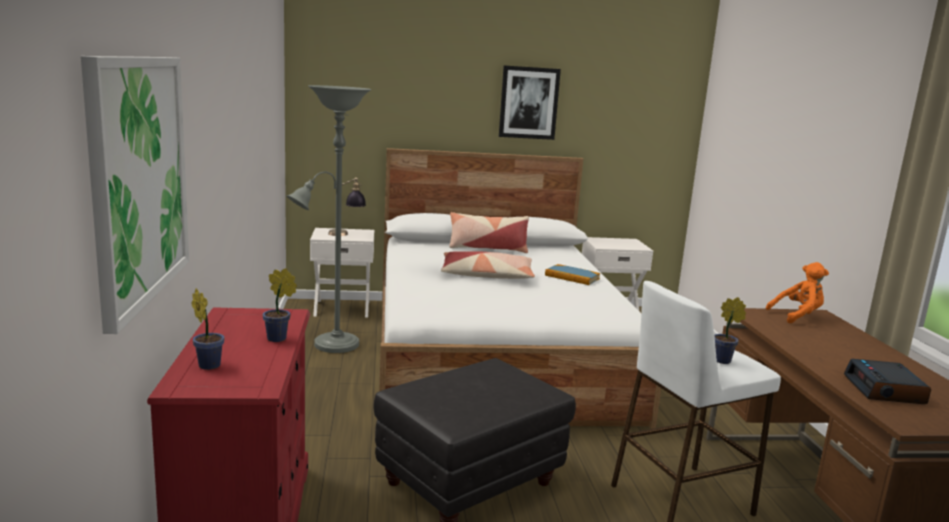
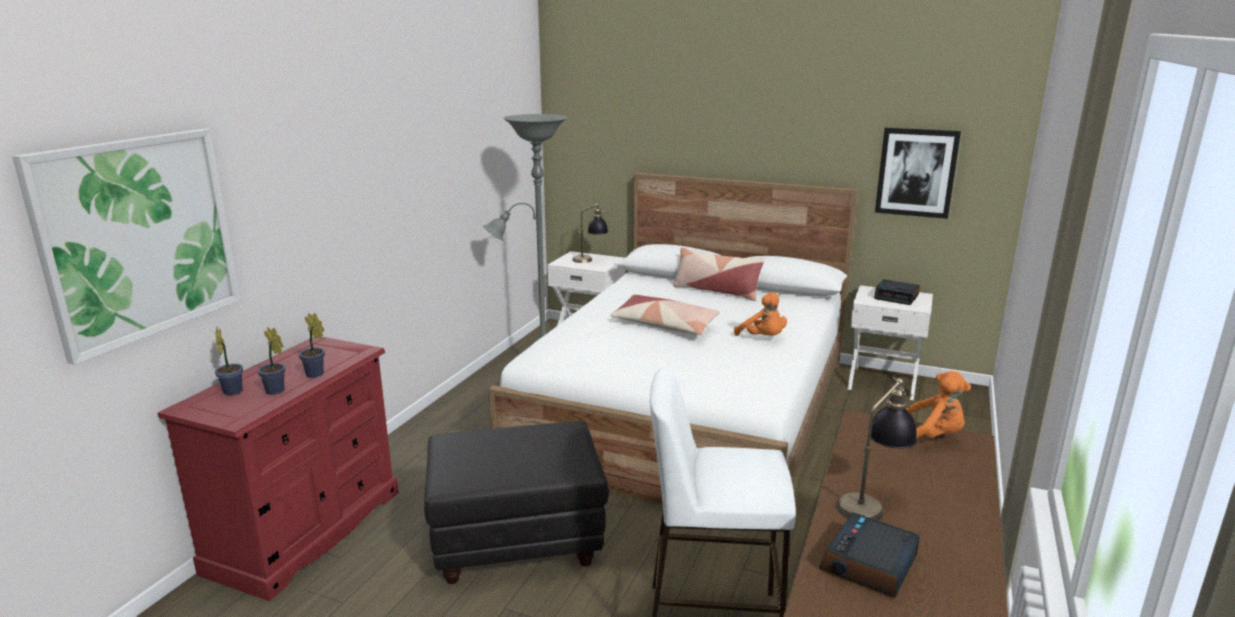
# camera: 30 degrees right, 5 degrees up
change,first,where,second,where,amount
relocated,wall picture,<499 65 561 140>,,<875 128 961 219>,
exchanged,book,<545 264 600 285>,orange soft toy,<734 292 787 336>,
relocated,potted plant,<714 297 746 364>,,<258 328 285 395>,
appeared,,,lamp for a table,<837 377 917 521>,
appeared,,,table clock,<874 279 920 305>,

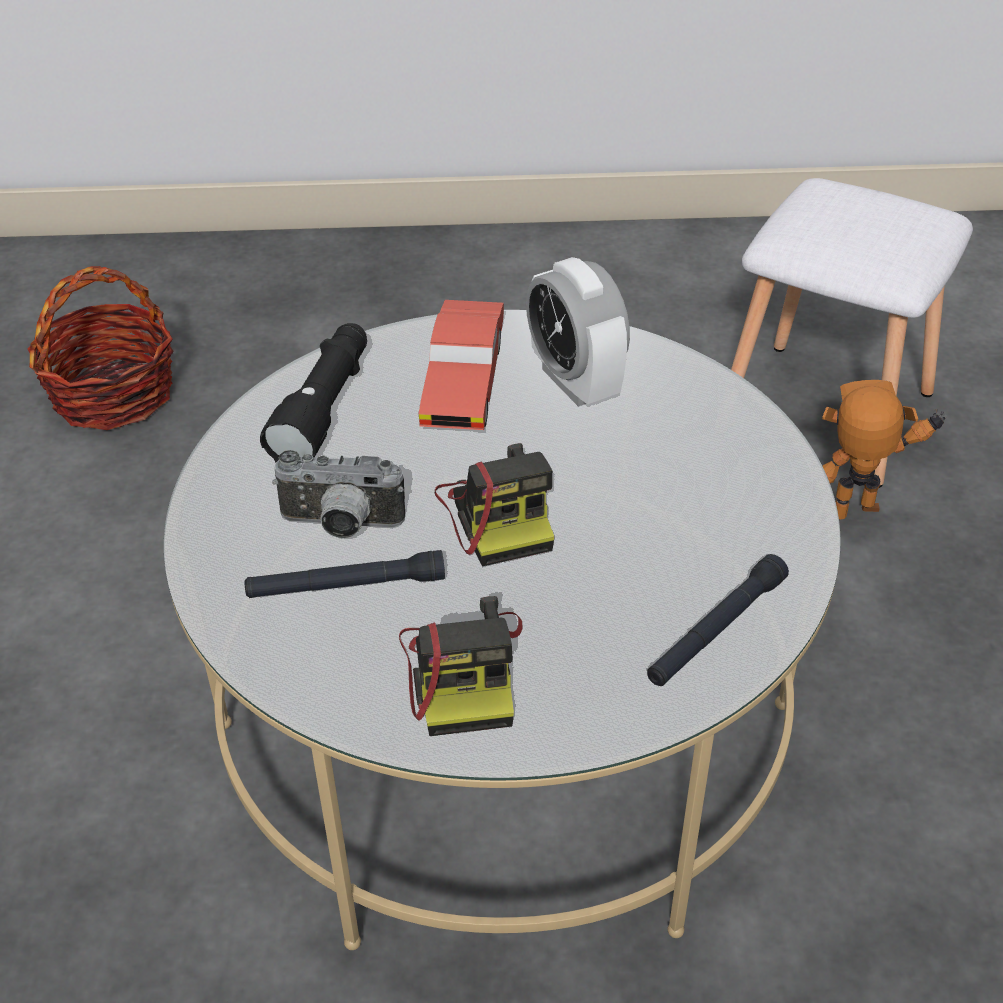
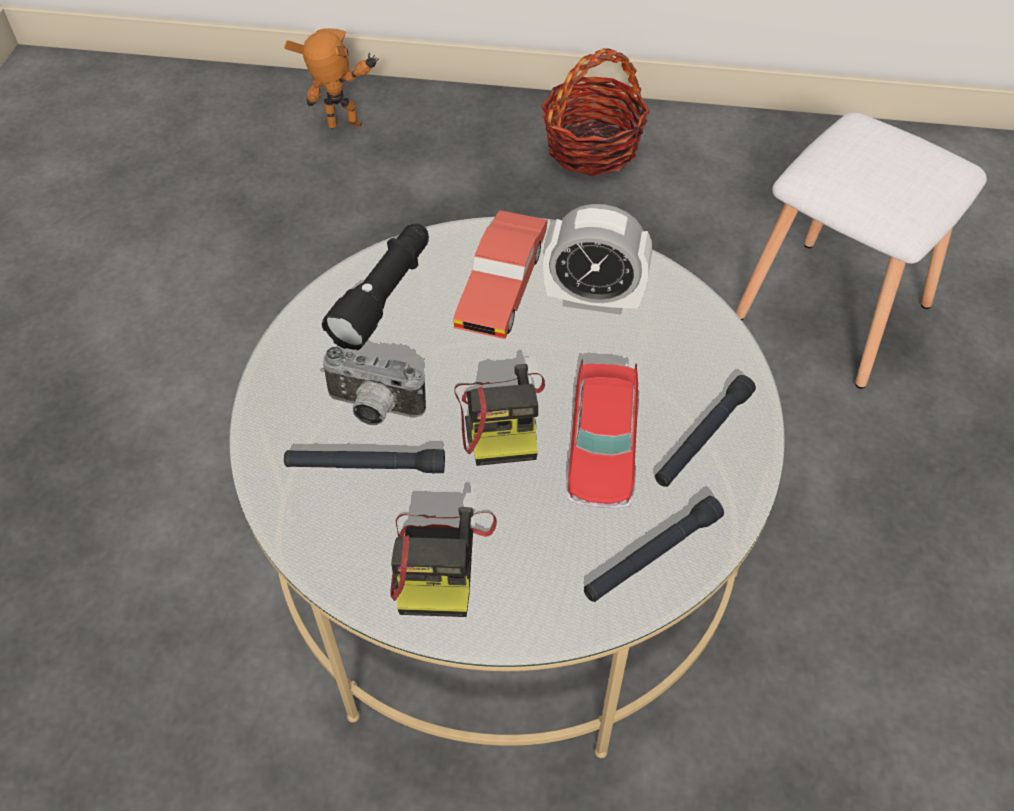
# camera: 10 degrees right, 10 degrees up
change,first,where,second,where,amount
relocated,basket,<28 266 174 430>,,<541 48 650 176>,
spun,table clock,<526 257 630 407>,,<543 204 652 315>,60 degrees counterclockwise
relocated,toy robot,<822 380 948 520>,,<284 28 379 129>,
appeared,,,toy car,<566 359 639 509>,
appeared,,,blackish hand torch,<655 375 756 487>,

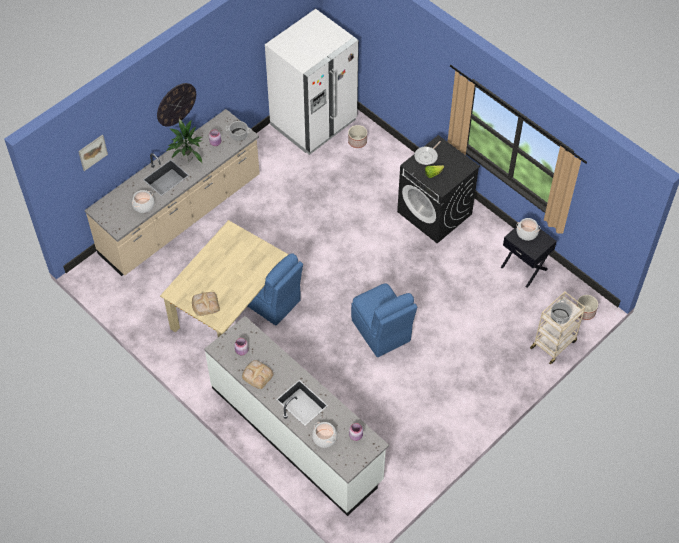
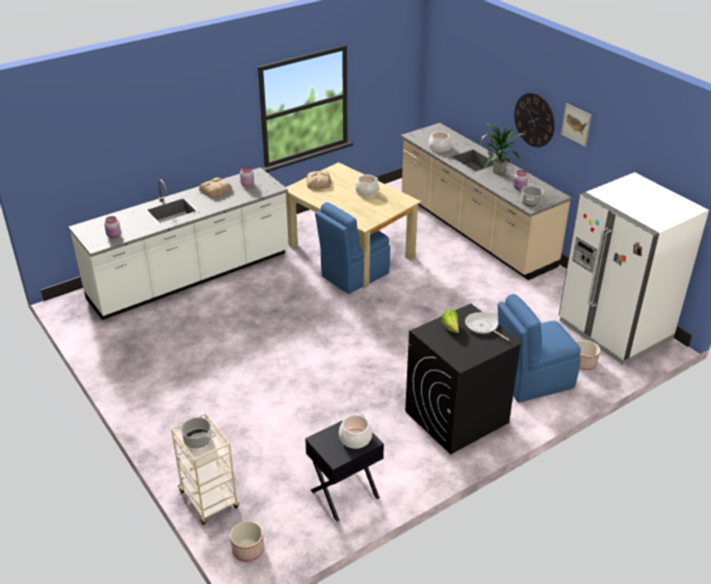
# camera: 100 degrees right, 20 degrees down
change,first,where,second,where,amount
relocated,wall picture,<78 134 108 171>,,<561 103 592 147>,
relocated,saucepot,<312 422 337 448>,,<355 175 379 197>,
relocated,blue-coloured chair,<351 283 417 357>,,<498 294 581 402>,

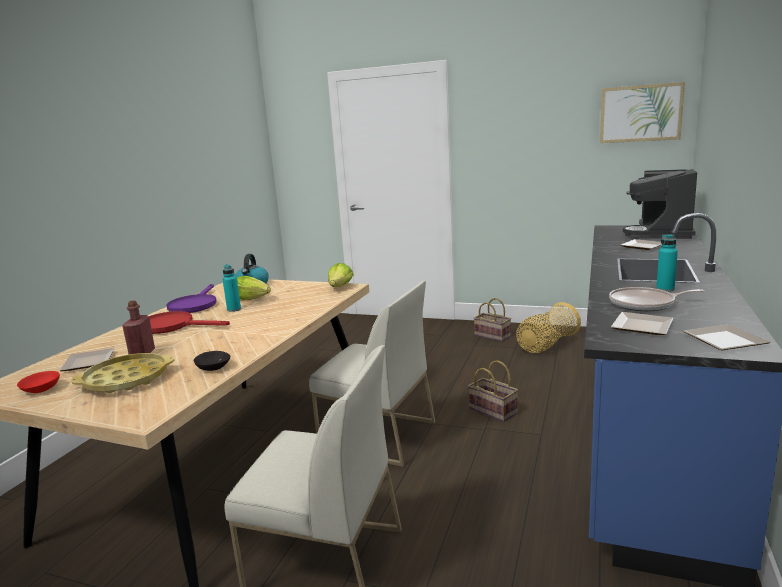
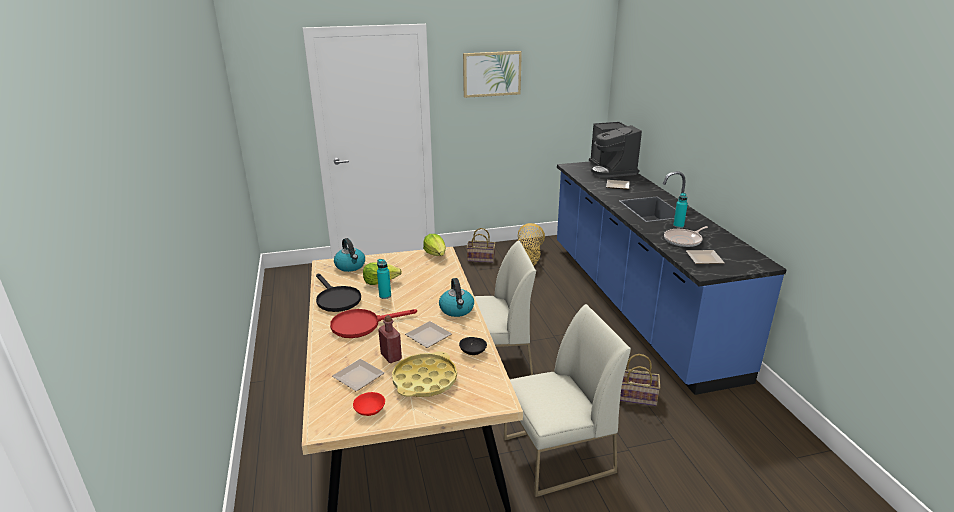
# camera: 35 degrees left, 10 degrees up
change,first,where,second,where,amount
colour,purple pan,<166 284 217 313>,blackish pan,<316 273 361 312>,
relocated,basket,<468 360 518 422>,,<620 354 660 406>,
relocated,wall picture,<600 82 685 143>,,<463 51 522 98>,
relocated,dinner plate,<683 324 770 350>,,<405 321 452 348>,
appeared,,,water kettle,<439 278 474 317>,

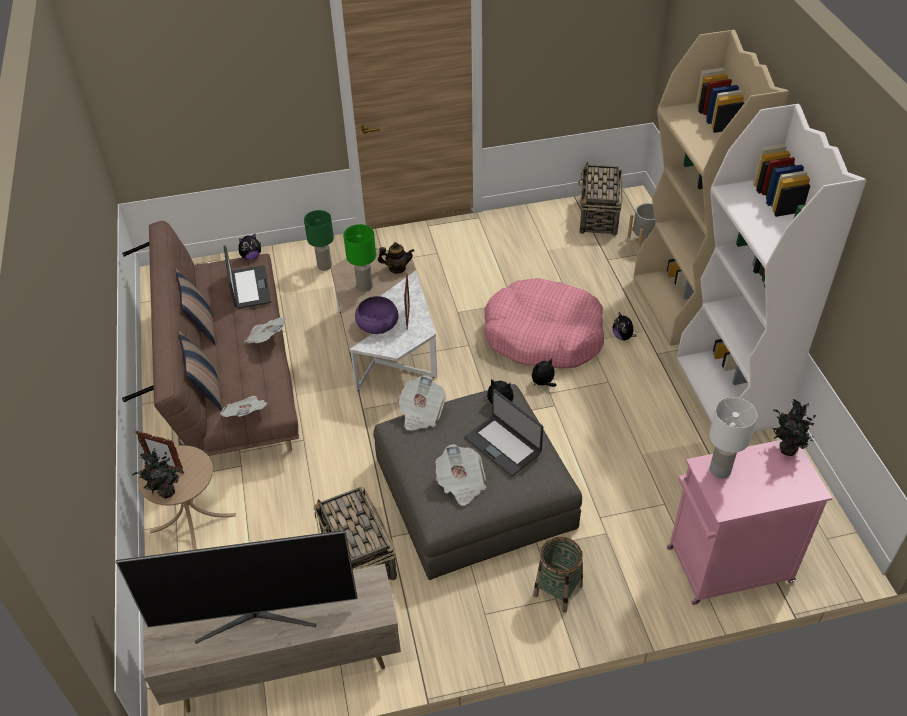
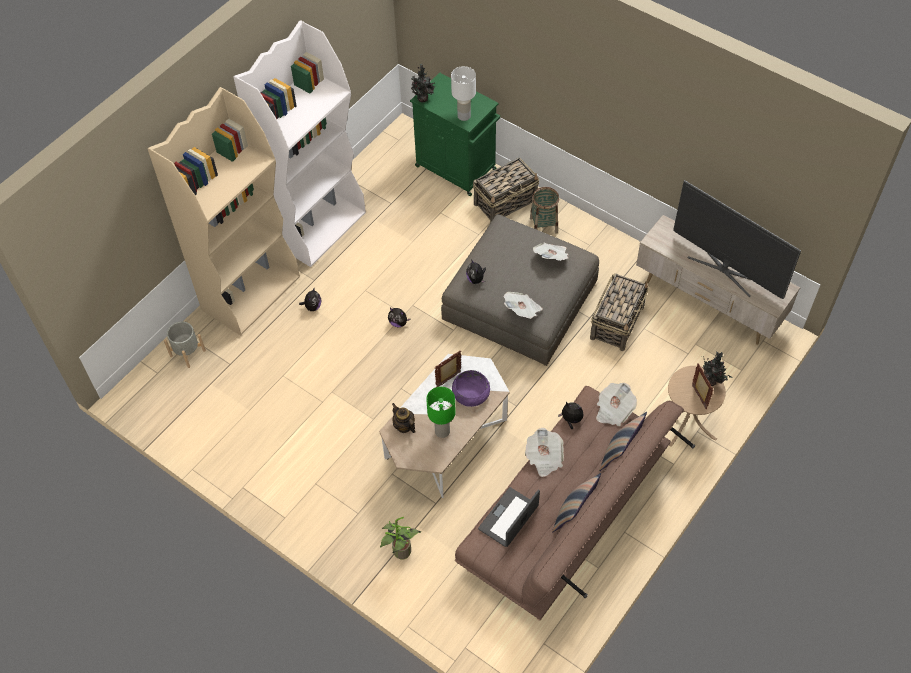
# camera: 130 degrees left, 10 degrees up
change,first,where,second,where,amount
relocated,soft toy,<239 234 261 260>,,<558 402 583 430>,
exchanged,green lamp for a table,<304 210 334 271>,potted plant,<380 517 421 560>,
missing,portable computer,<464 389 543 476>,,,
missing,pink-coloured pet bed,<484 278 604 369>,,,
relocated,basket,<578 162 623 236>,,<473 157 539 223>,
colour,pink-coloured cabinet,<667 440 832 605>,green cabinet,<410 72 500 196>,

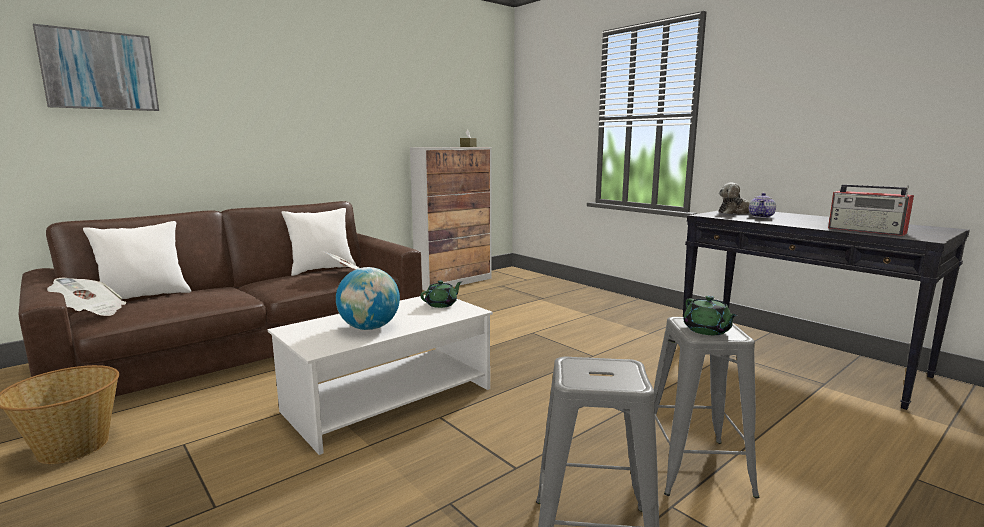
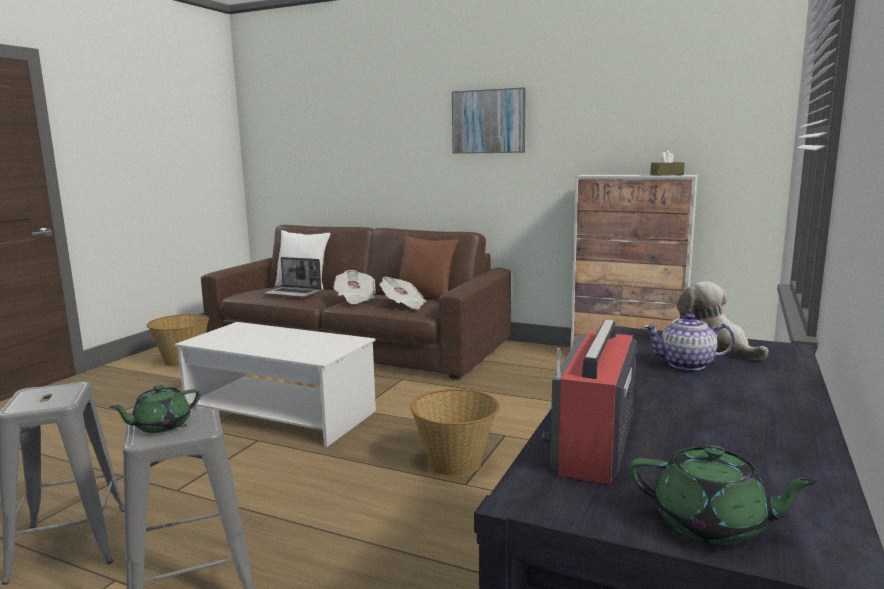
# camera: 65 degrees right, 0 degrees up
change,first,where,second,where,amount
relocated,wall picture,<33 24 159 111>,,<452 87 526 154>,
relocated,newspaper,<47 278 126 316>,,<333 270 376 304>,
colour,white-coloured cushion,<282 208 356 276>,brown-coloured cushion,<399 235 459 300>,
missing,desk globe,<336 267 400 330>,,,
relocated,green pot for tea,<420 281 462 308>,,<629 445 819 545>,
appeared,,,portable computer,<264 257 322 298>,
appeared,,,basket,<410 389 500 476>,

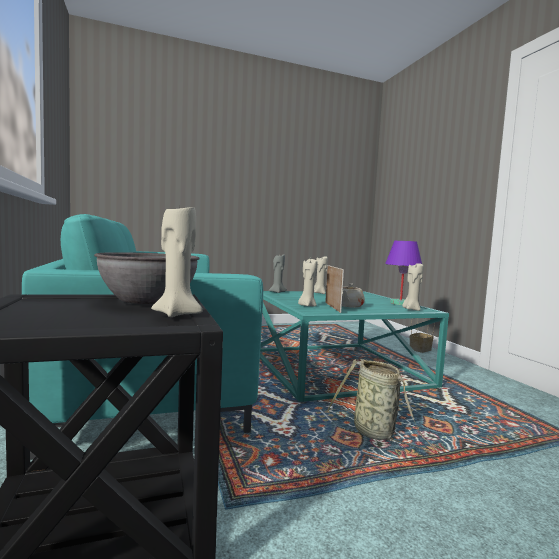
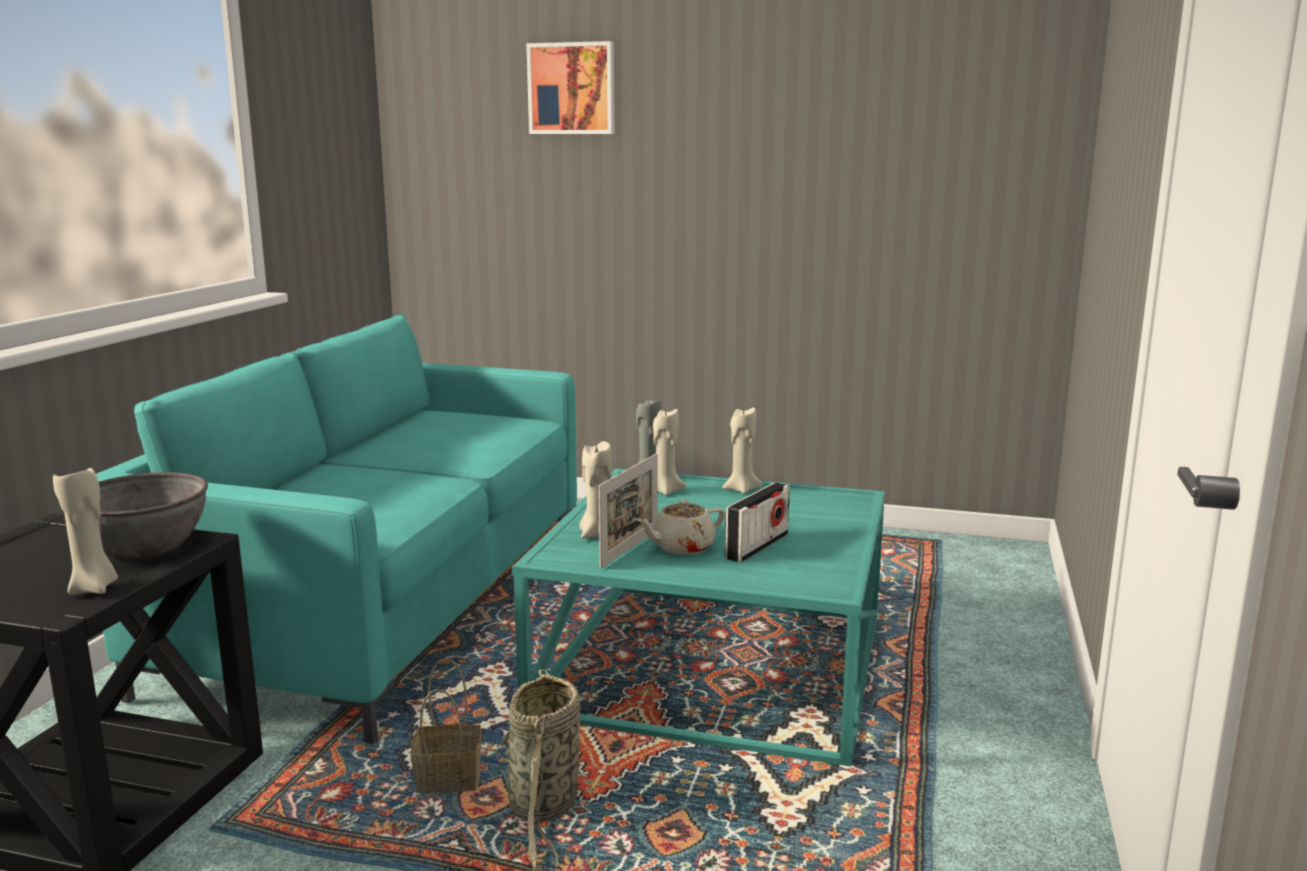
# camera: 35 degrees right, 10 degrees up
change,first,where,second,where,amount
missing,purple lamp for a table,<385 241 422 305>,,,
relocated,beige-coloured wax light,<402 263 423 311>,,<653 408 686 496>,
relocated,basket,<410 318 435 353>,,<411 658 481 793>,
appeared,,,wall picture,<526 41 615 134>,
appeared,,,radio,<725 483 790 563>,

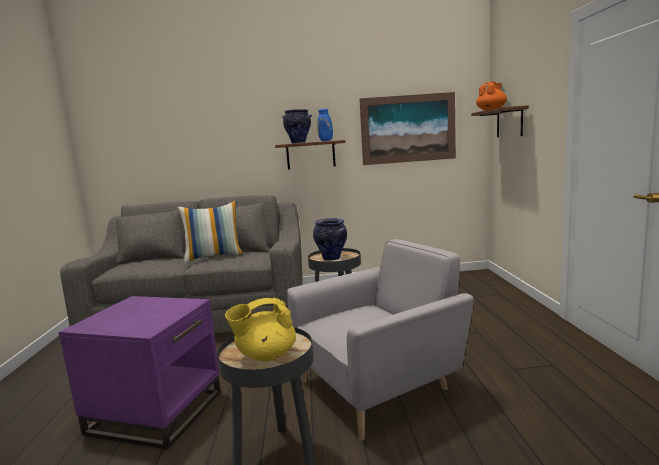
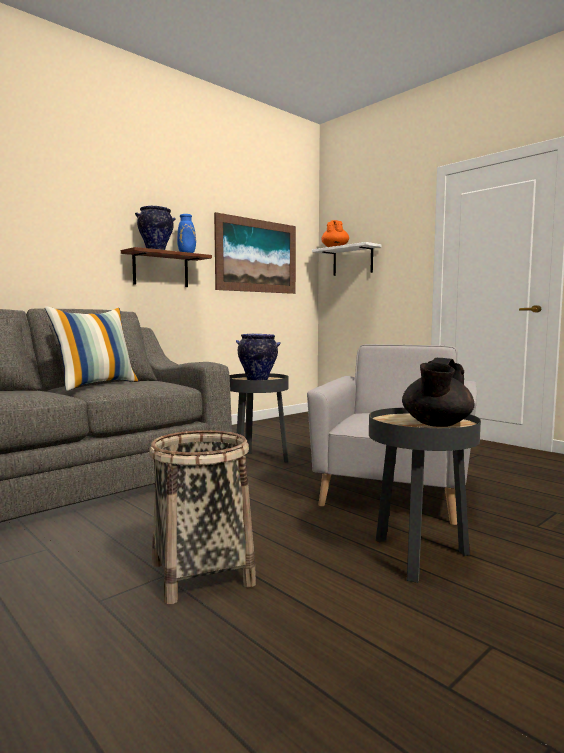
# camera: 40 degrees left, 5 degrees down
change,first,where,second,where,amount
exchanged,purple accent table,<59 296 221 449>,basket,<149 430 256 604>,
colour,yellow-coloured pot for tea,<225 298 296 361>,blackish pot for tea,<402 358 474 427>,
colour,brown-coloured shelf,<471 105 529 137>,white-coloured shelf,<312 242 381 276>,

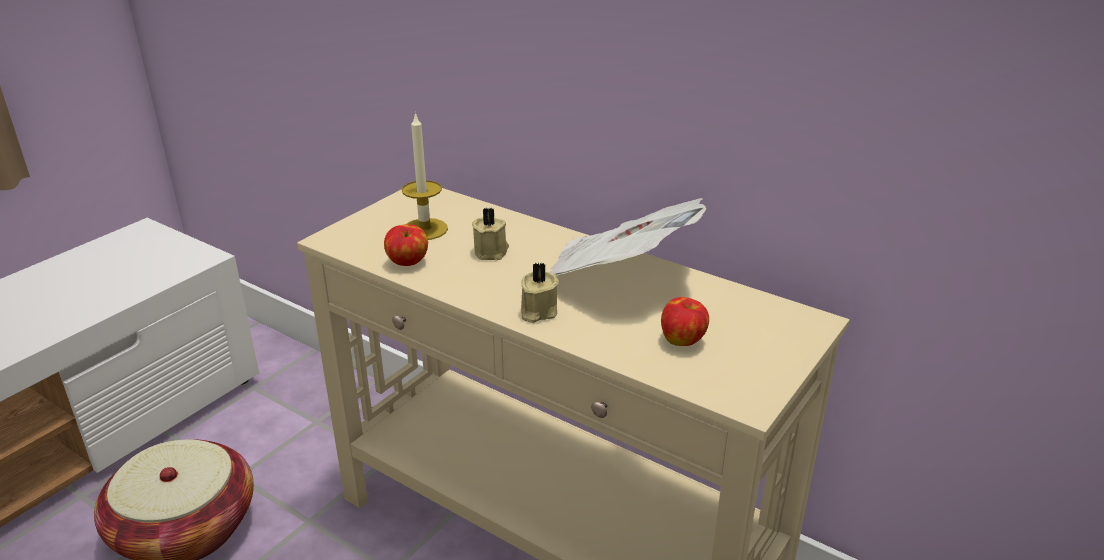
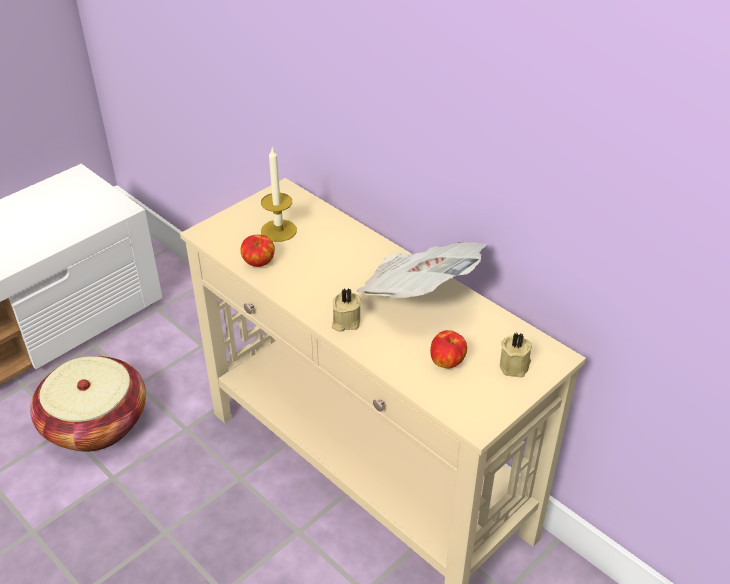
# camera: 10 degrees right, 10 degrees up
change,first,where,second,where,amount
relocated,beige-coloured wax light,<472 207 509 260>,,<500 333 532 378>,

